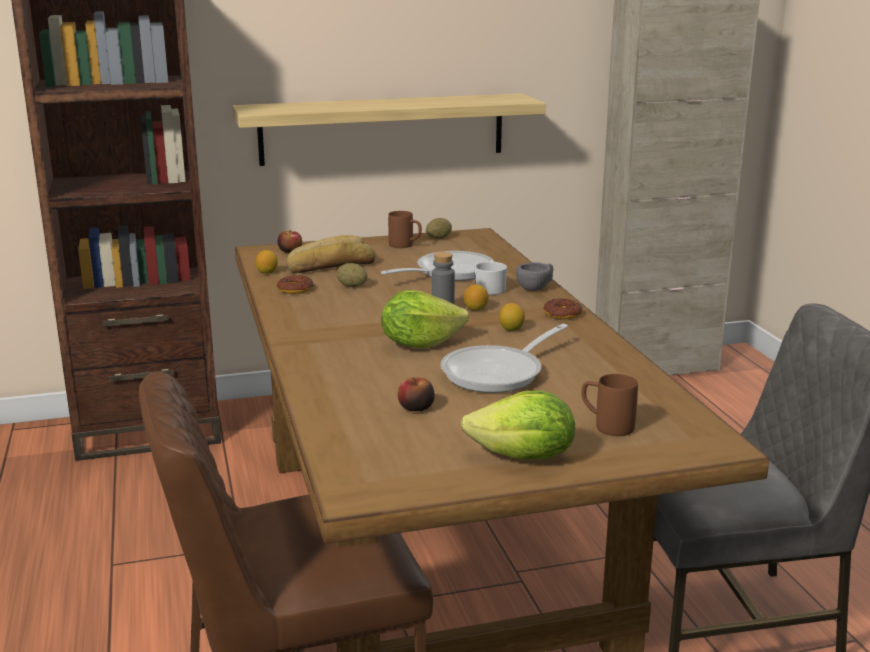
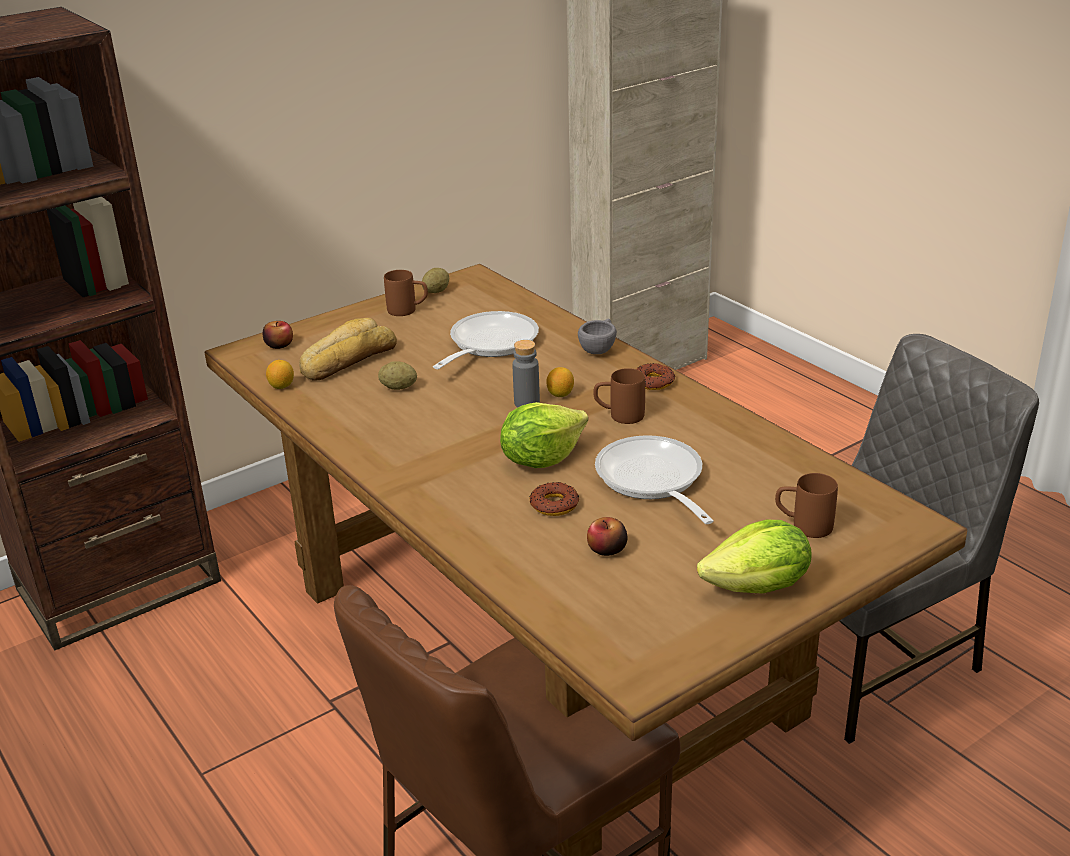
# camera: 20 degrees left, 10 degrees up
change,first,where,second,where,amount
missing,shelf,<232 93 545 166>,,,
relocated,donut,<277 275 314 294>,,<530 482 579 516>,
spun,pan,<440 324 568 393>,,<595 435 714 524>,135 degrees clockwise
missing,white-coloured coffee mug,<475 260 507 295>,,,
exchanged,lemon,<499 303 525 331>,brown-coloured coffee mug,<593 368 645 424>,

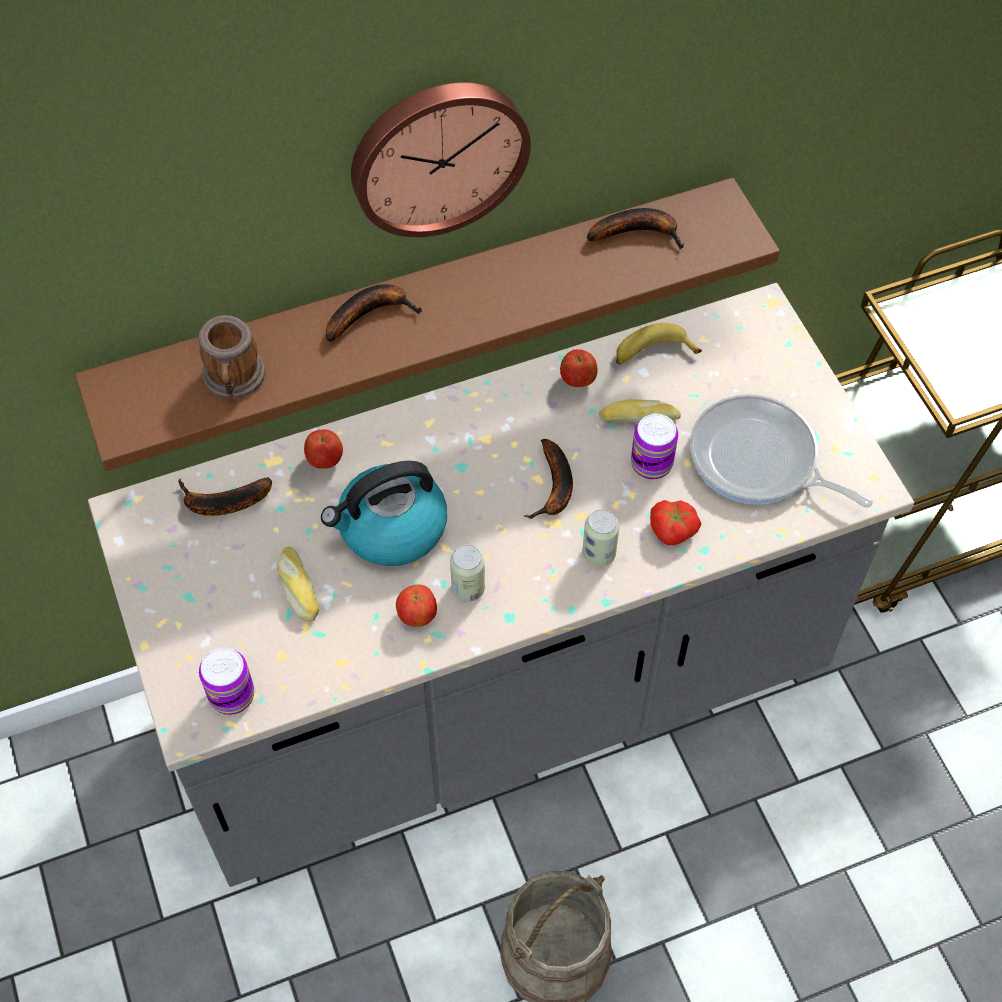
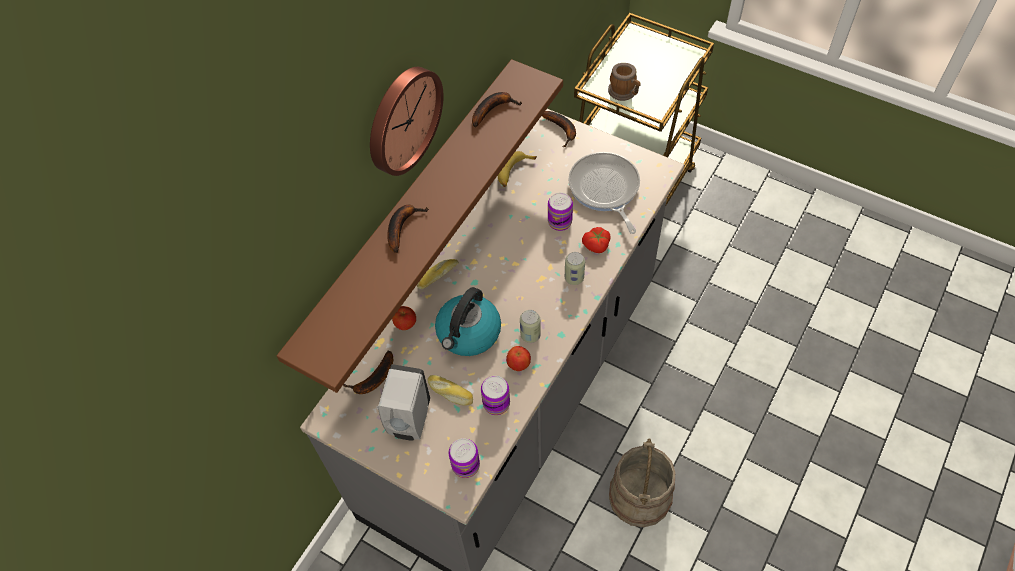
# camera: 35 degrees left, 0 degrees up
change,first,where,second,where,amount
relocated,coffee mug,<198 315 266 399>,,<608 63 641 101>,
relocated,whole banana,<524 439 573 519>,,<542 111 576 147>,
missing,apple,<560 349 598 387>,,,
relocated,bread,<599 399 681 422>,,<417 259 459 289>,
spun,pan,<690 394 873 507>,,<568 152 640 234>,75 degrees clockwise
appeared,,,white-coloured liquid soap bottle,<378 364 430 441>,
appeared,,,metal can,<481 376 510 415>,

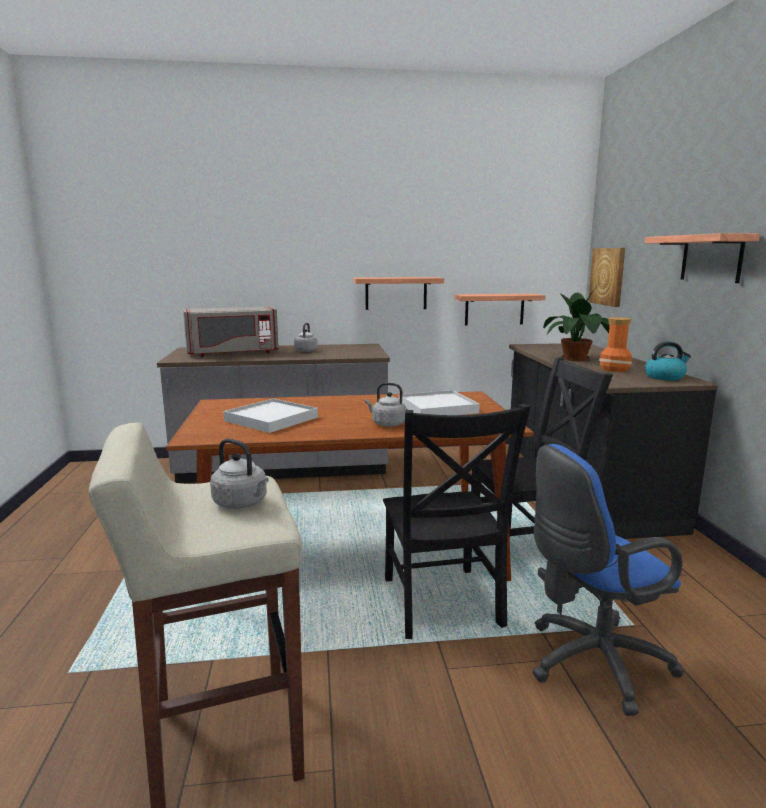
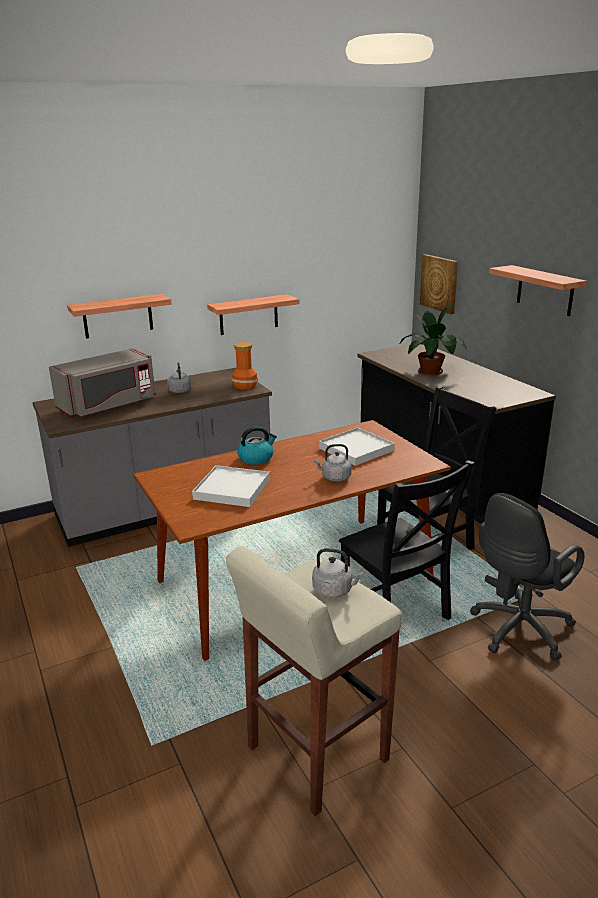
# camera: 20 degrees left, 10 degrees up
change,first,where,second,where,amount
relocated,shelf,<455 294 546 325>,,<67 294 172 339>,
colour,blue-coloured computer chair,<533 444 684 716>,blackish computer chair,<470 493 584 660>,
relocated,vase,<599 317 632 372>,,<232 342 258 390>,
relocated,water kettle,<645 341 691 380>,,<238 426 277 465>,

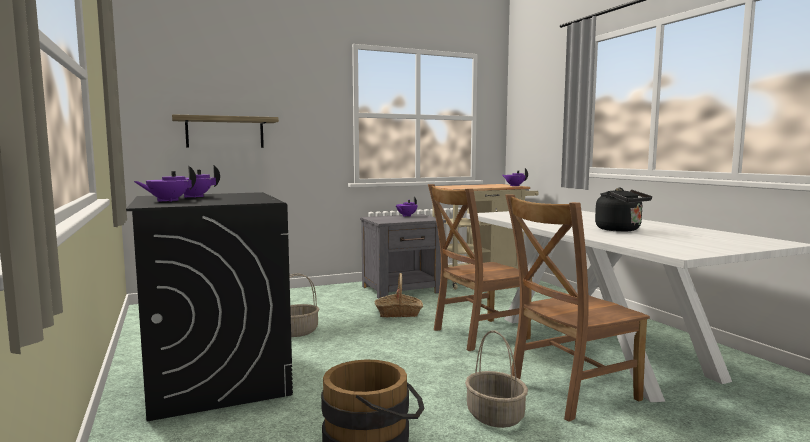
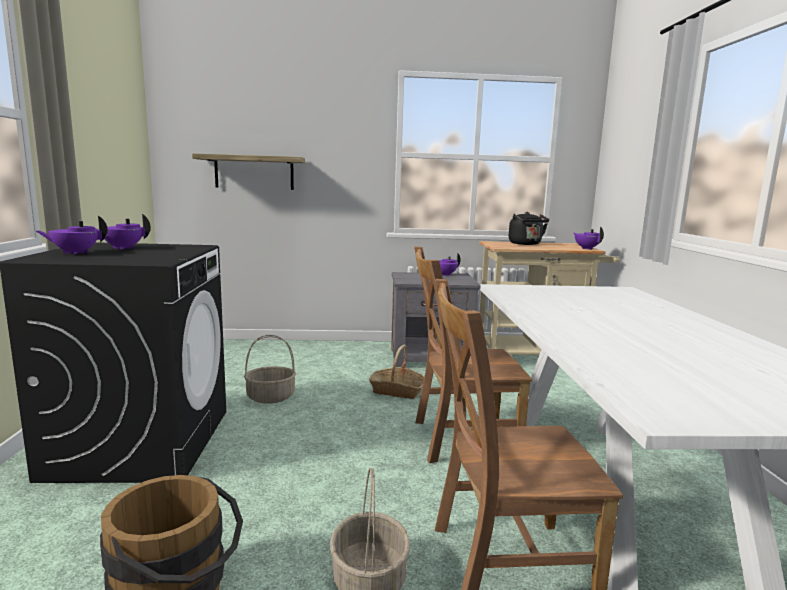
# camera: 20 degrees right, 5 degrees up
change,first,where,second,where,amount
relocated,blackish water kettle,<595 188 652 232>,,<509 212 549 245>,

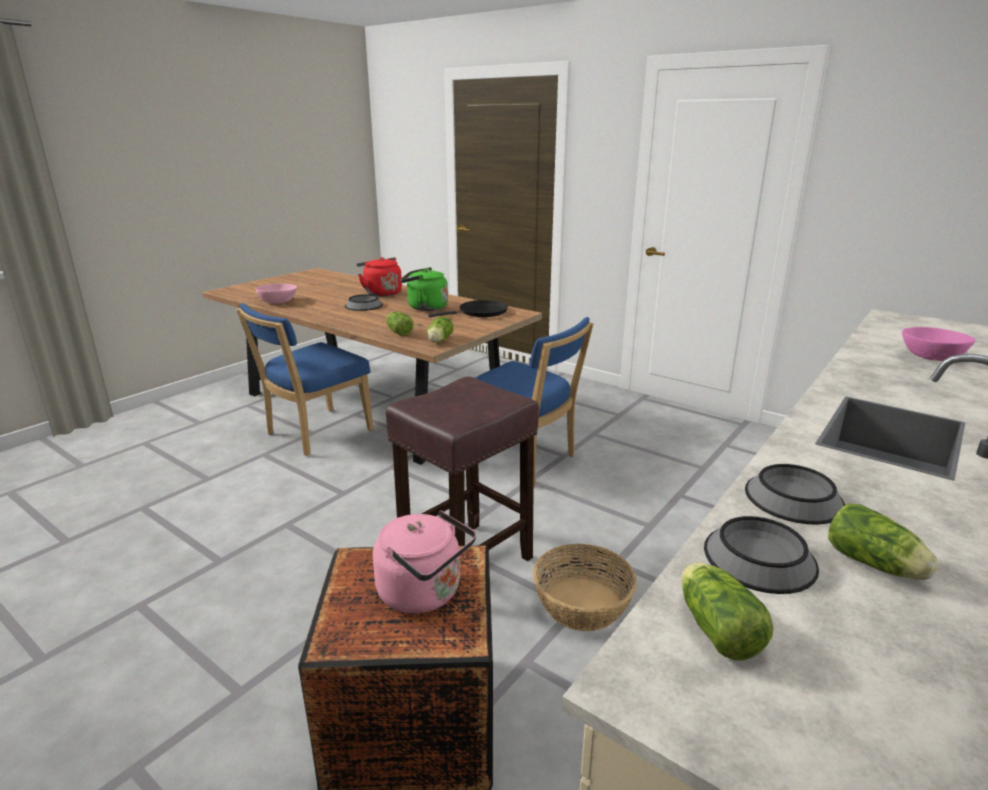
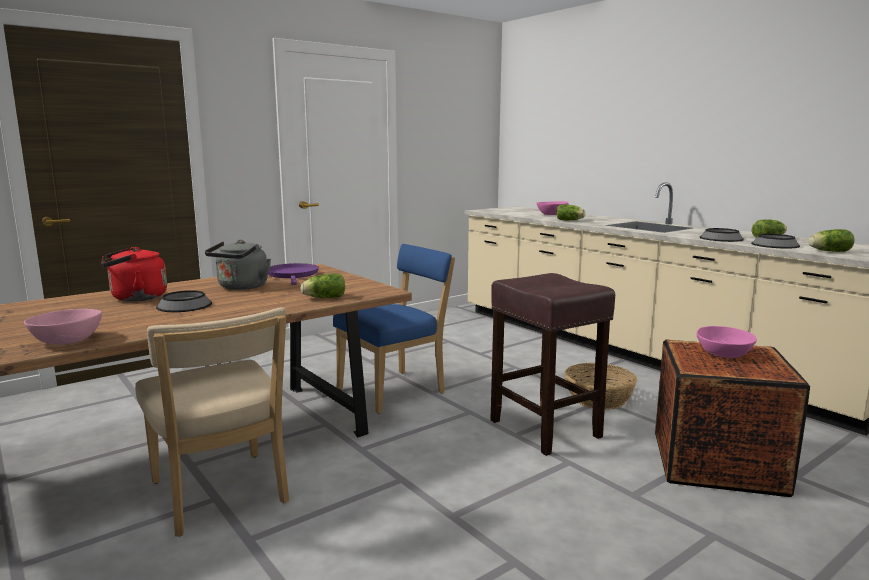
# camera: 75 degrees left, 10 degrees down
change,first,where,second,where,amount
colour,blue-coloured chair,<236 303 373 456>,beige-coloured chair,<135 307 289 537>,
exchanged,pink-coloured water kettle,<373 510 476 614>,pink-coloured serving bowl,<696 326 757 358>,
colour,green water kettle,<400 267 448 311>,greyish water kettle,<205 240 271 290>,
relocated,lettuce head,<427 316 454 342>,,<556 204 586 220>,
colour,blackish pan,<428 300 508 317>,purple pan,<268 263 319 285>,

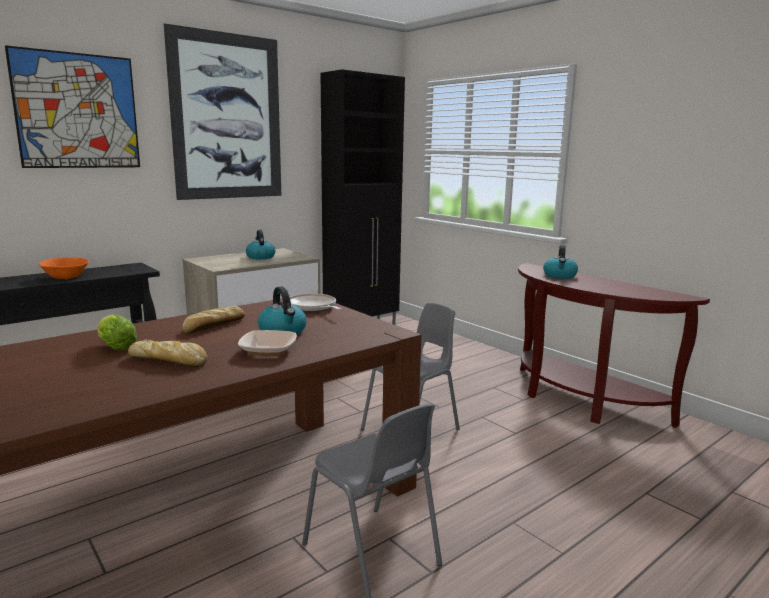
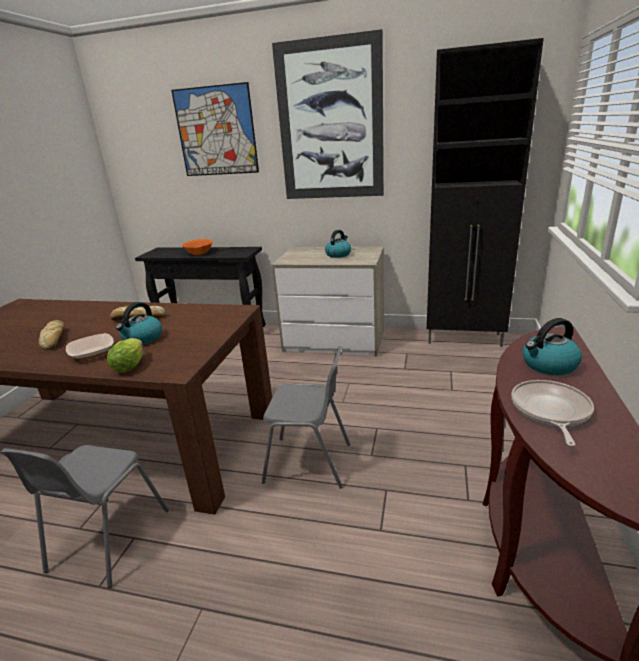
# camera: 55 degrees right, 10 degrees up
change,first,where,second,where,amount
relocated,lettuce head,<97 314 137 350>,,<107 338 143 372>,
relocated,pan,<290 293 341 312>,,<511 380 594 446>,

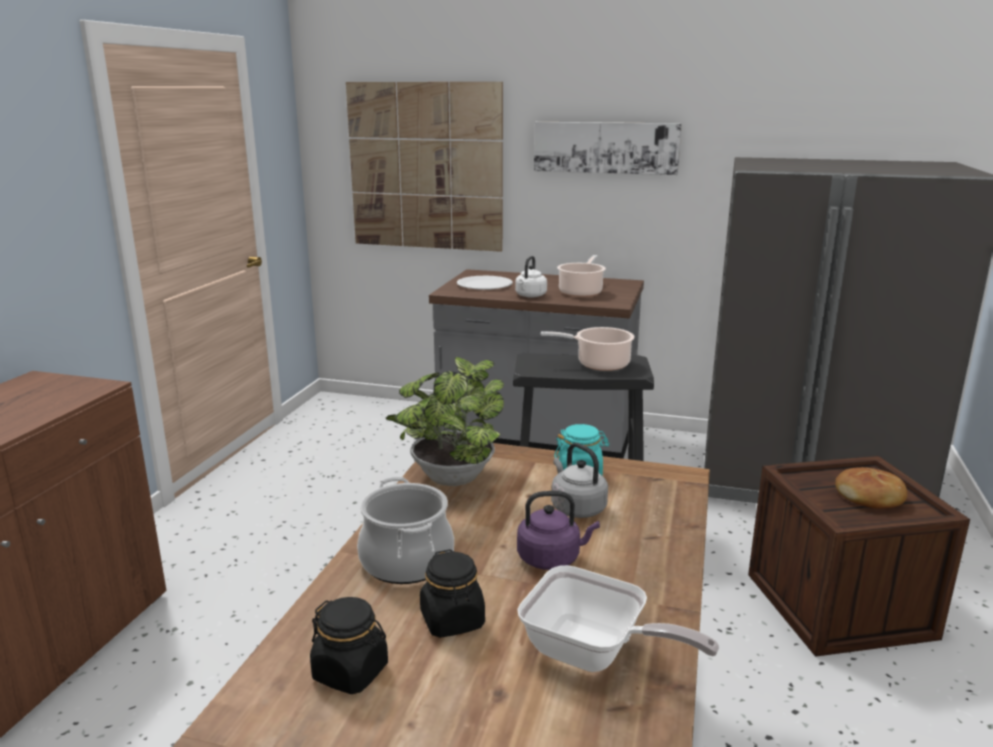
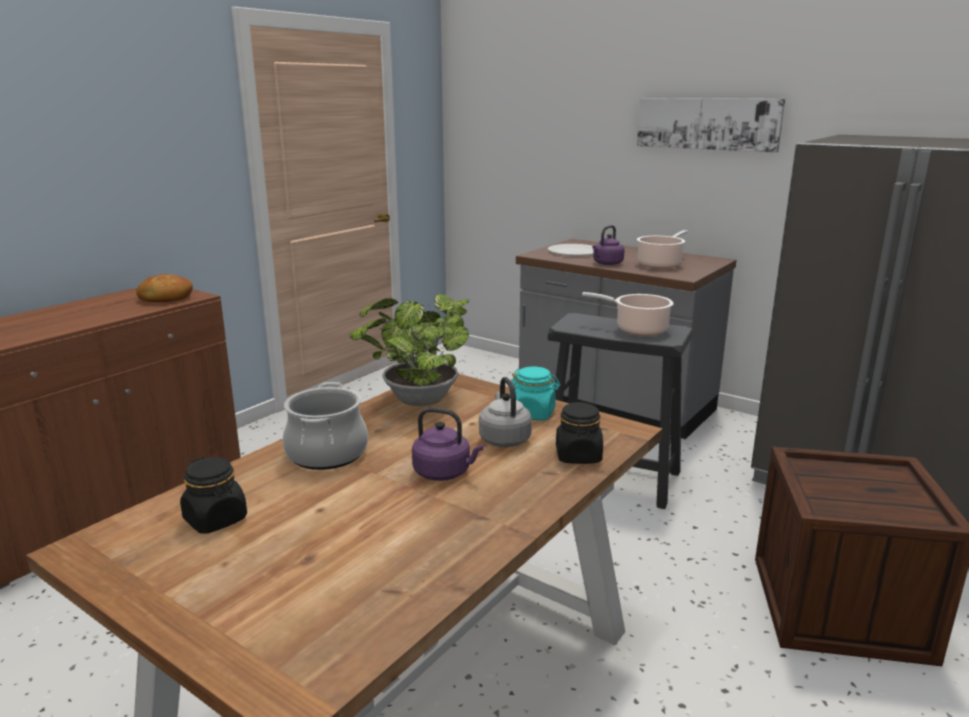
# camera: 20 degrees right, 0 degrees up
change,first,where,second,where,amount
missing,wall picture,<346 82 503 252>,,,
relocated,blackish jar,<420 549 485 638>,,<556 402 603 464>,
colour,white-coloured water kettle,<515 256 547 298>,purple water kettle,<592 225 625 265>,
missing,pan,<517 565 719 672>,,,
relocated,bread,<835 467 908 509>,,<136 274 193 302>,

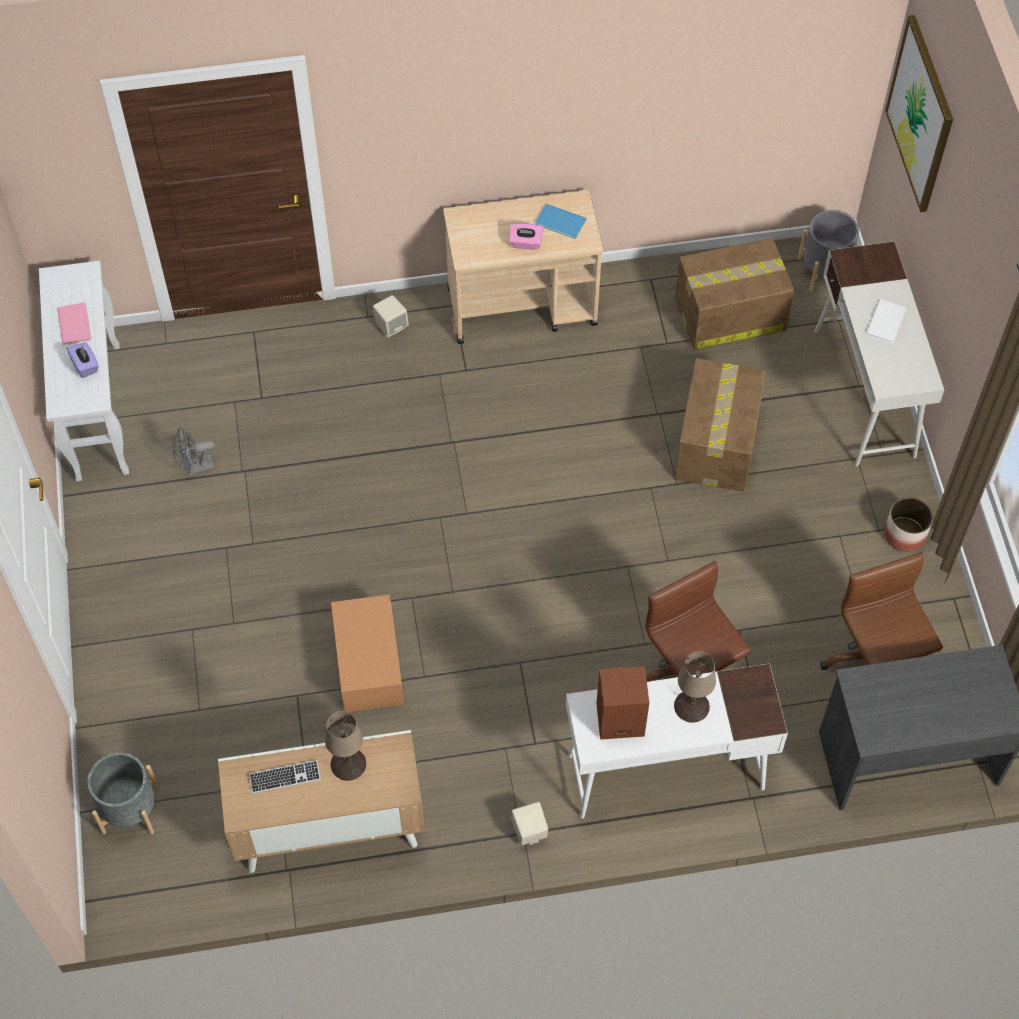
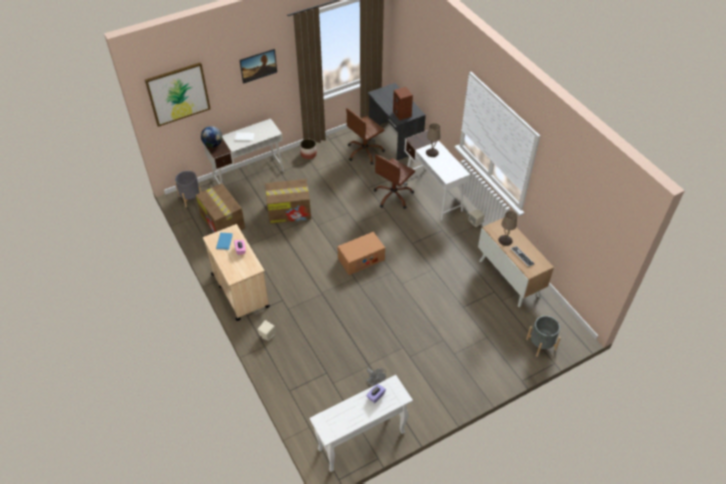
# camera: 110 degrees left, 10 degrees down
change,first,where,second,where,amount
missing,pink-coloured book,<57 302 92 345>,,,
relocated,cardboard box,<331 595 404 712>,,<337 232 385 275>,
relocated,brown-coloured loudspeaker,<596 666 649 740>,,<393 87 413 120>,
appeared,,,desk globe,<201 126 222 147>,
appeared,,,wall picture,<239 49 277 84>,

